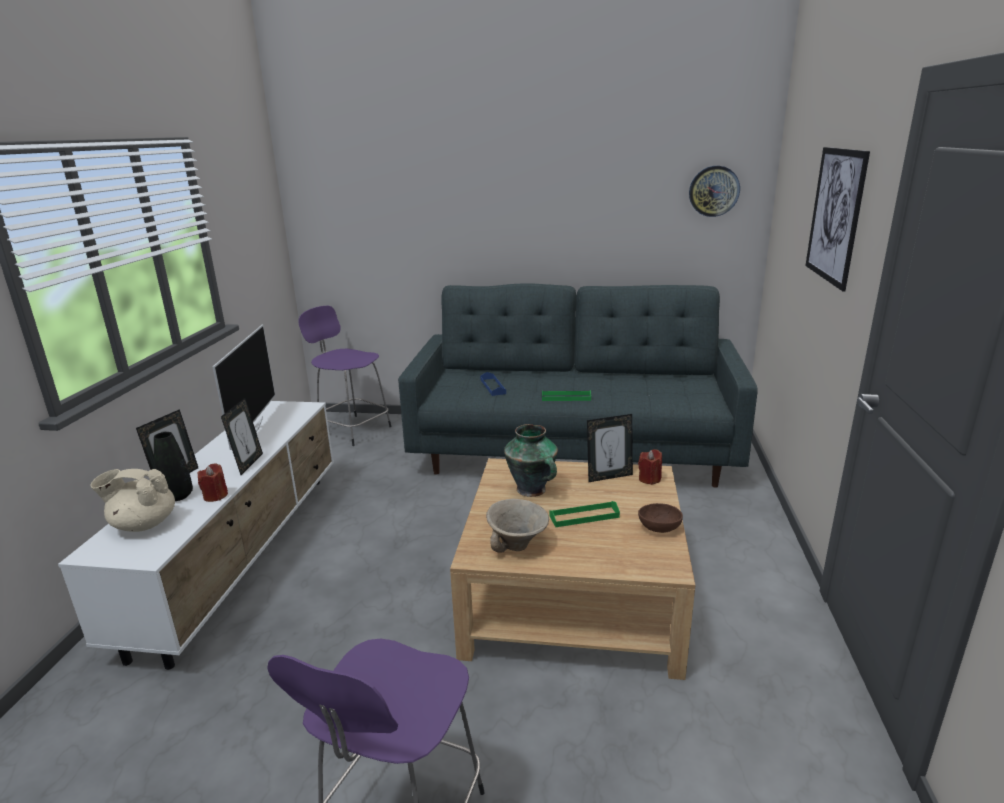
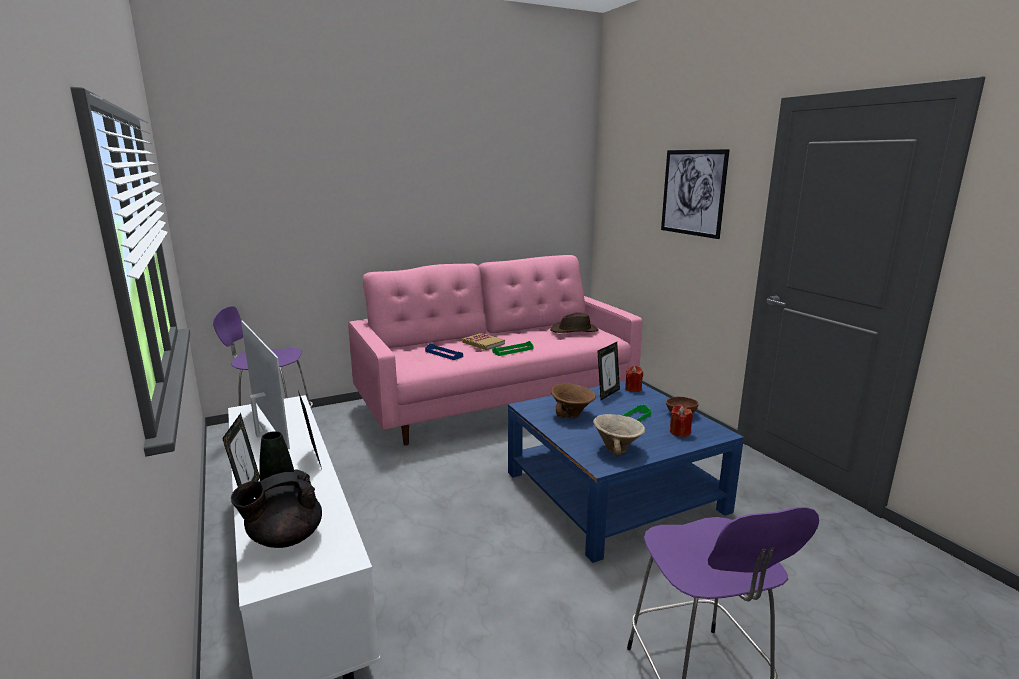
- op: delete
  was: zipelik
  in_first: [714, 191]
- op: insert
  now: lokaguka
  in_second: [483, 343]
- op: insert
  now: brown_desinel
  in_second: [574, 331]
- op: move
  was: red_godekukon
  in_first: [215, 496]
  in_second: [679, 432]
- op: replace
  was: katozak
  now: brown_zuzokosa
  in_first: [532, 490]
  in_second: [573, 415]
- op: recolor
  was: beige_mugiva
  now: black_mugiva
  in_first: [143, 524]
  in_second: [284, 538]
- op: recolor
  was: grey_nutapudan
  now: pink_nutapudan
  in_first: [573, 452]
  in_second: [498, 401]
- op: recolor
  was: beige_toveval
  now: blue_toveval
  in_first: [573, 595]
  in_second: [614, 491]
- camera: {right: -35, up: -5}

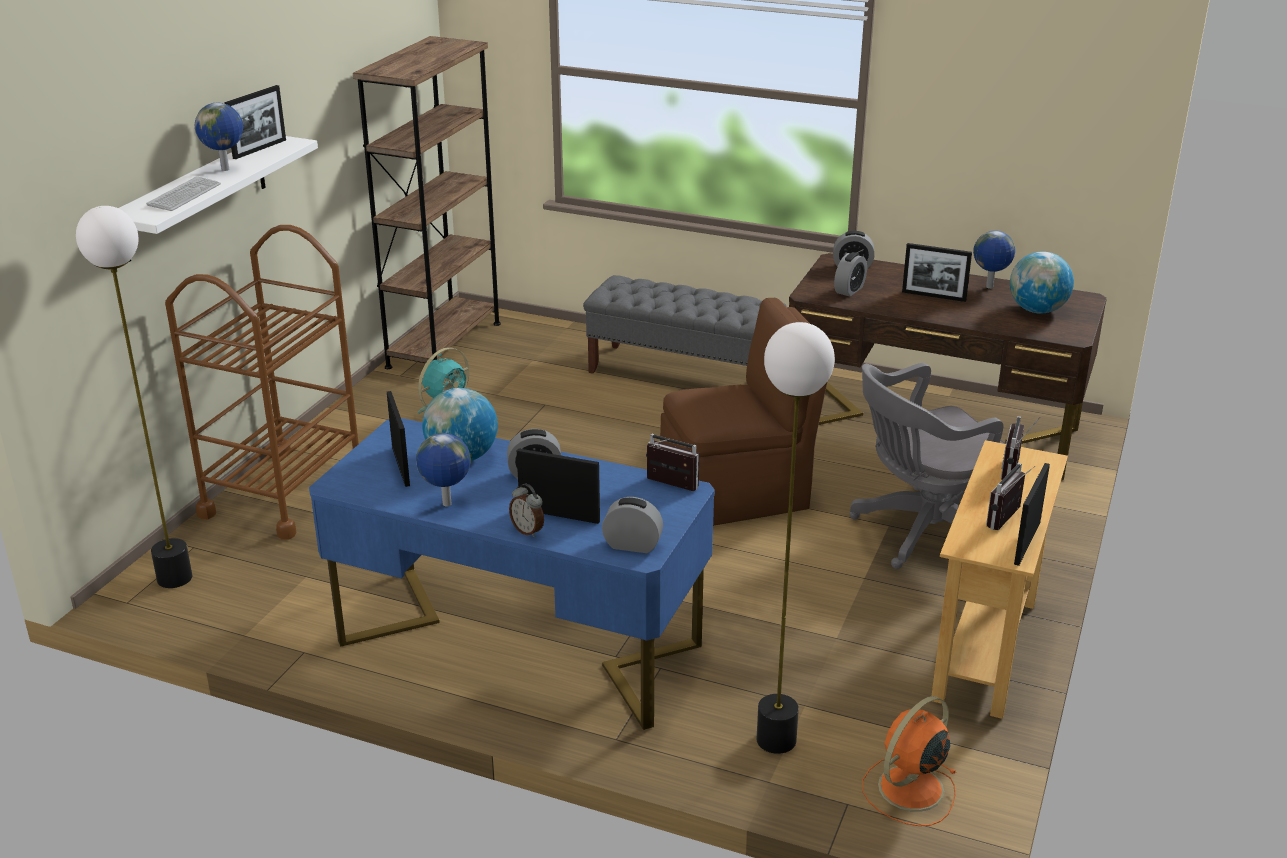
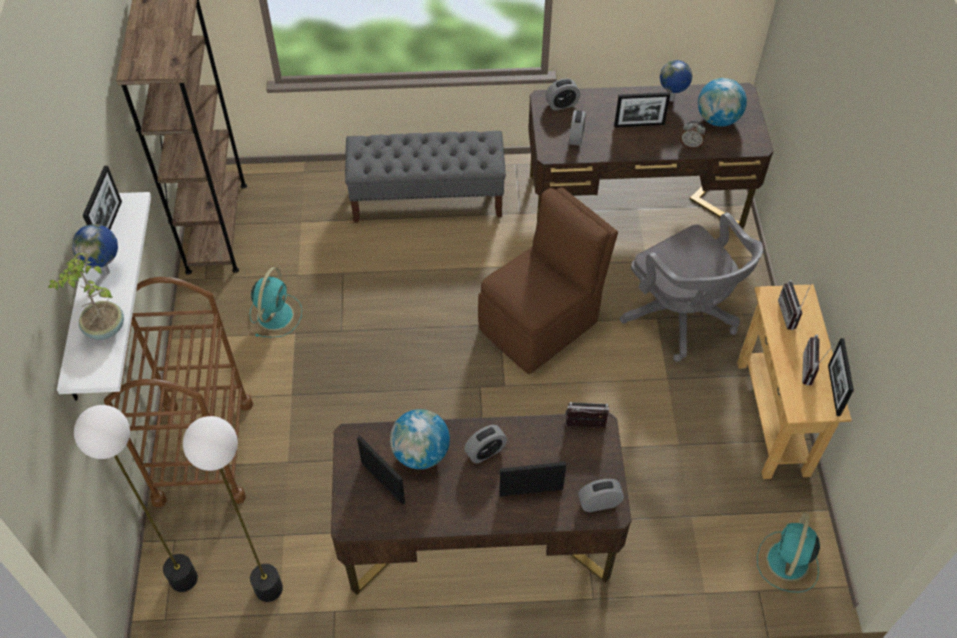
- op: delete
  was: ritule
  in_first: [446, 504]
- op: move
  was: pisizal
  in_first: [528, 531]
  in_second: [690, 145]
- op: move
  was: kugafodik
  in_first: [776, 740]
  in_second: [269, 588]
- op: replace
  was: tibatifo
  now: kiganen
  in_first: [184, 195]
  in_second: [104, 329]
- op: recolor
  was: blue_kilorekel
  now: brown_kilorekel
  in_first: [519, 643]
  in_second: [478, 537]
- op: recolor
  was: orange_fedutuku
  now: turquoise_fedutuku
  in_first: [909, 790]
  in_second: [787, 562]
- op: rotate
  was: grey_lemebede
  in_first: [923, 533]
  in_second: [682, 317]
  clockwise: -75
- camera: {right: -25, up: 25}

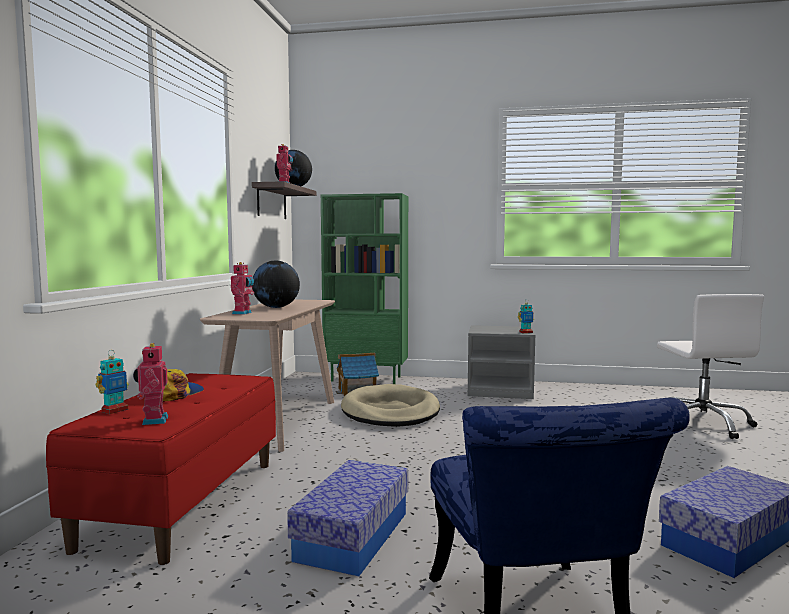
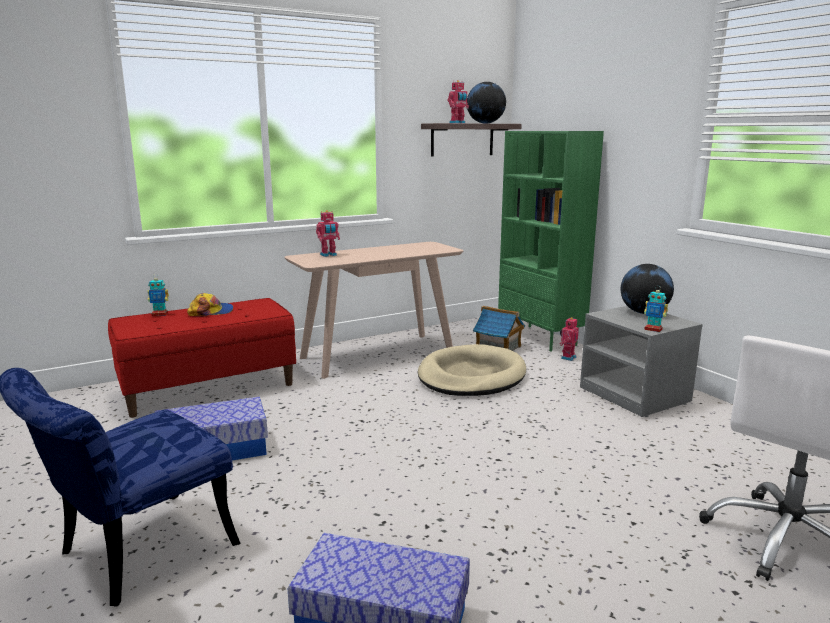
- op: move
  was: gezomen
  in_first: [153, 420]
  in_second: [567, 357]
- op: move
  was: ritule
  in_first: [276, 307]
  in_second: [644, 313]
- camera: {right: 50, up: 10}

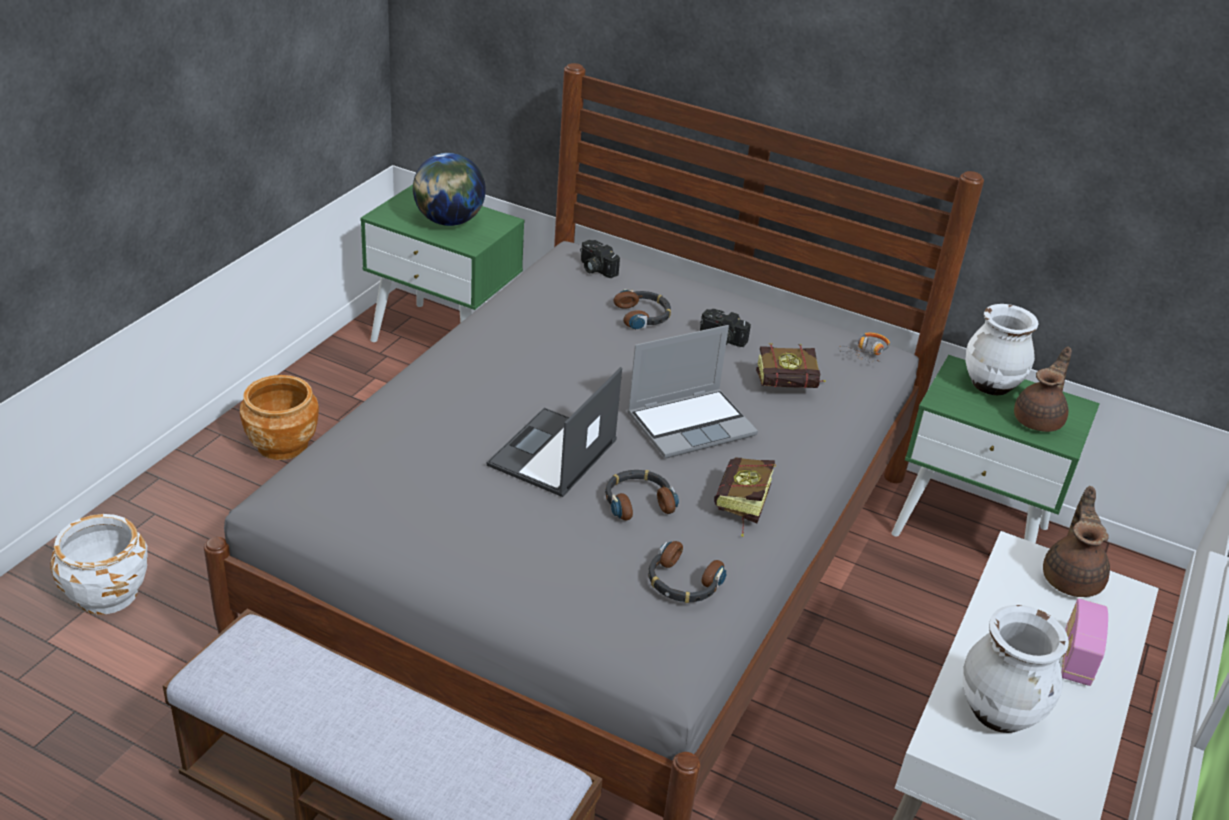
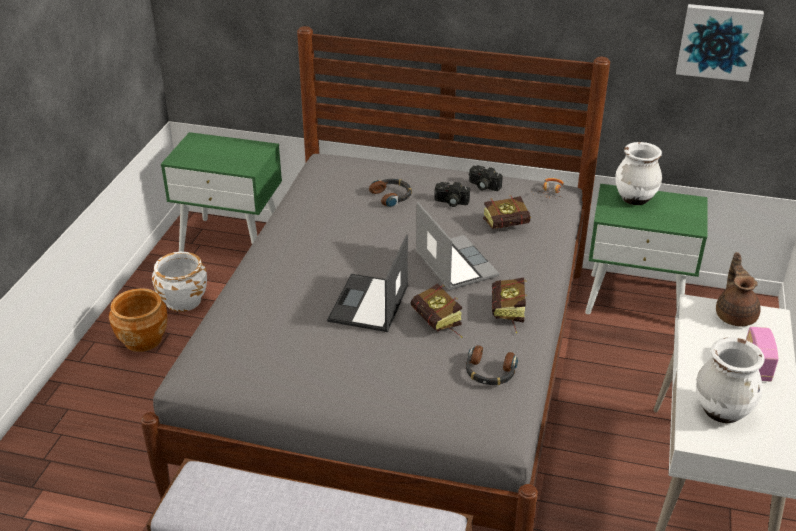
- op: delete
  was: ritule
  in_first: [448, 221]
- op: delete
  was: brown_mugiva
  in_first: [1039, 420]
- op: insert
  now: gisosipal
  in_second: [718, 41]
- op: move
  was: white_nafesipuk
  in_first: [107, 594]
  in_second: [183, 301]
- op: move
  was: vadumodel
  in_first: [595, 269]
  in_second: [483, 186]
- op: replace
  was: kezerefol
  now: lokaguka
  in_first: [638, 501]
  in_second: [439, 324]
- op: rotate
  was: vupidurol
  in_first: [691, 424]
  in_second: [454, 264]
  clockwise: -75
- camera: {right: -10, up: 0}

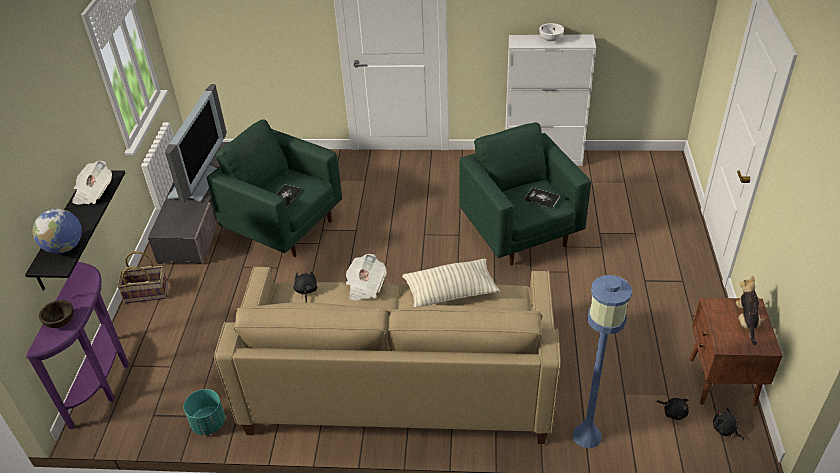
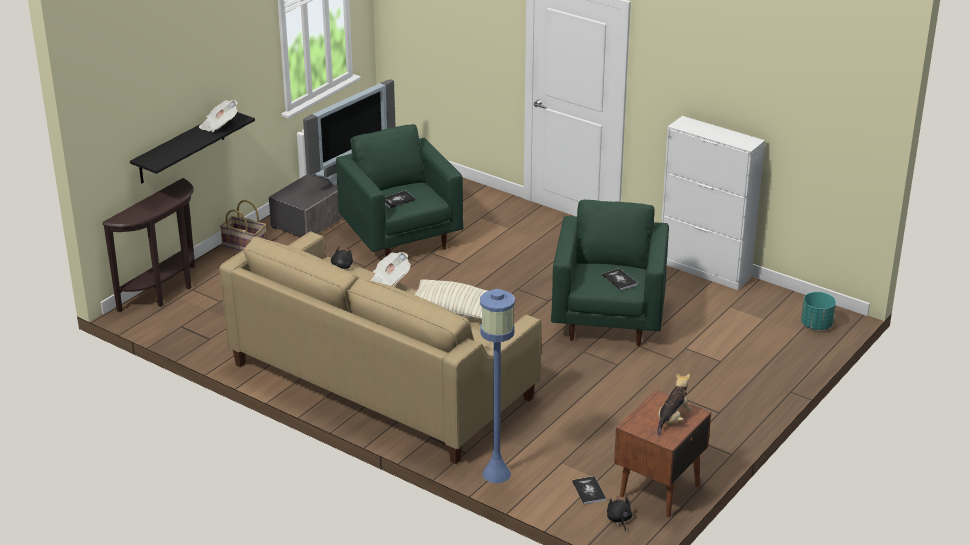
- op: delete
  was: ritule
  in_first: [64, 247]
- op: delete
  was: brown_zuzokosa
  in_first: [60, 322]
- op: delete
  was: white_zuzokosa
  in_first: [551, 39]
- op: move
  was: turquoise_nafesipuk
  in_first: [208, 423]
  in_second: [816, 325]
- op: replace
  was: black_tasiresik
  now: lokaguka
  in_first: [673, 412]
  in_second: [589, 491]
- op: recolor
  was: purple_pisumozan
  now: brown_pisumozan
  in_first: [105, 381]
  in_second: [165, 291]
- camera: {right: 30, up: -10}

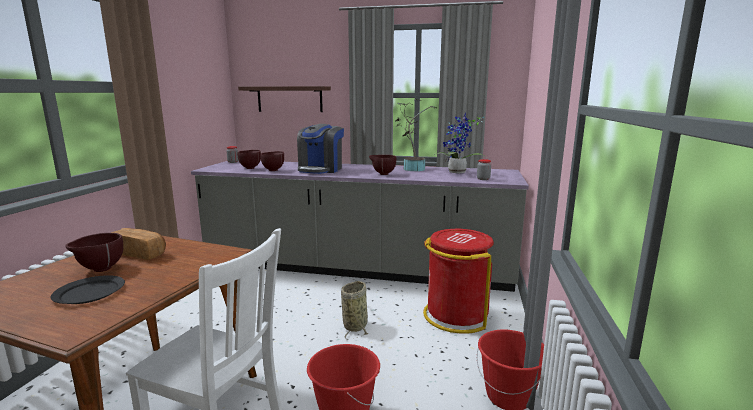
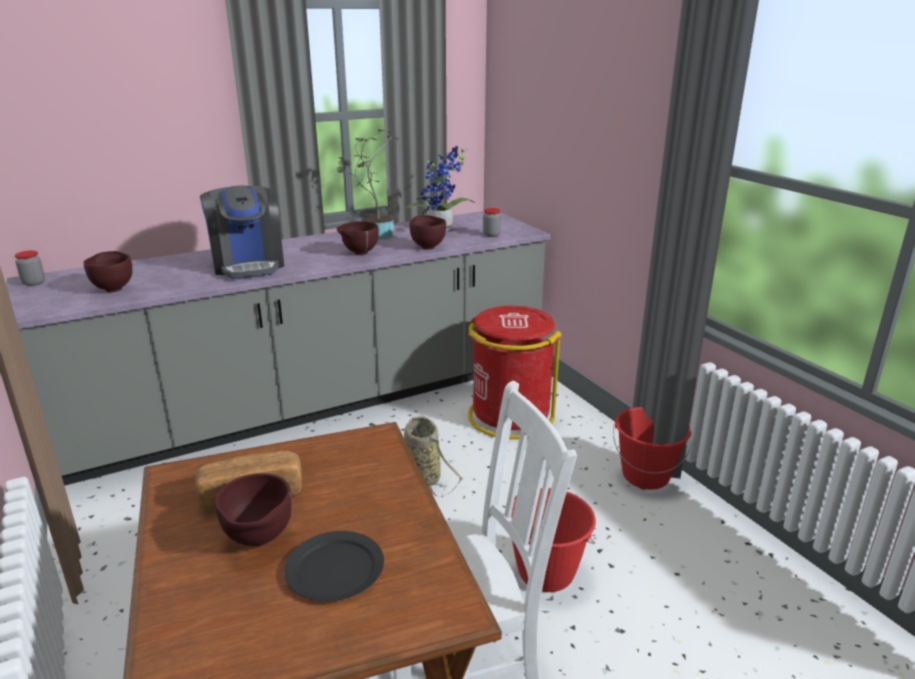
- op: delete
  was: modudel
  in_first: [289, 99]
- op: move
  was: brown_zuzokosa
  in_first: [274, 170]
  in_second: [427, 247]
- camera: {right: -40, up: 10}

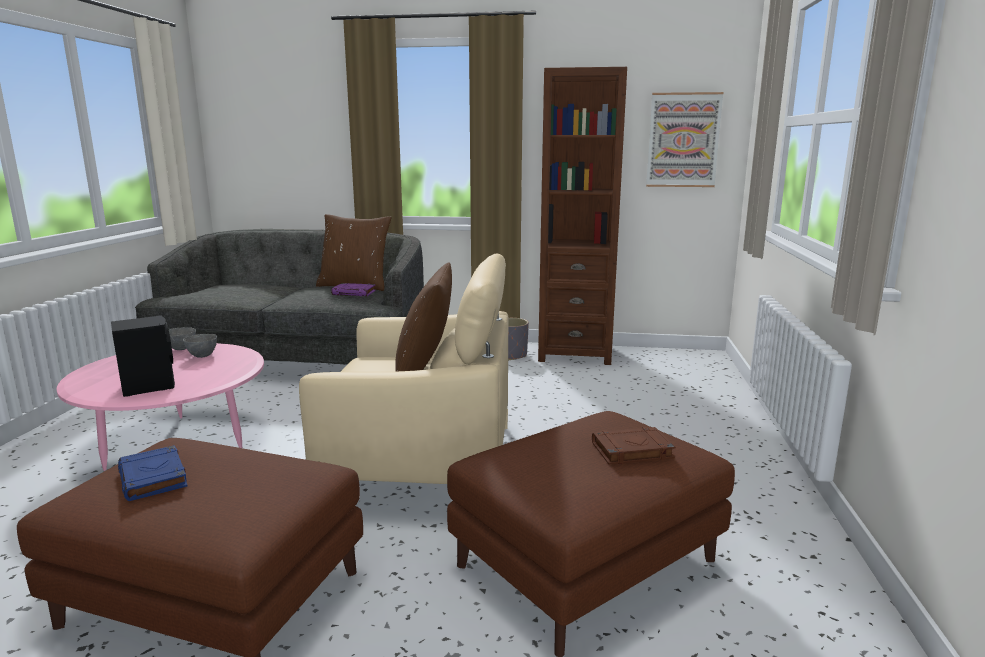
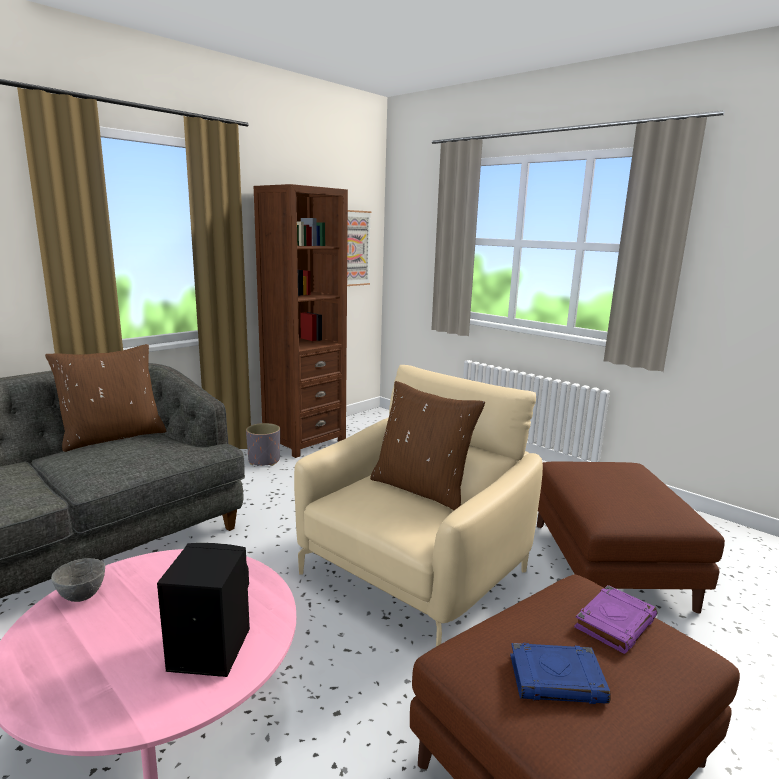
- op: delete
  was: grey_zuzokosa
  in_first: [202, 356]
- op: delete
  was: brown_lokaguka
  in_first: [631, 451]
- op: move
  was: purple_lokaguka
  in_first: [354, 293]
  in_second: [615, 622]
- camera: {right: -55, up: 0}

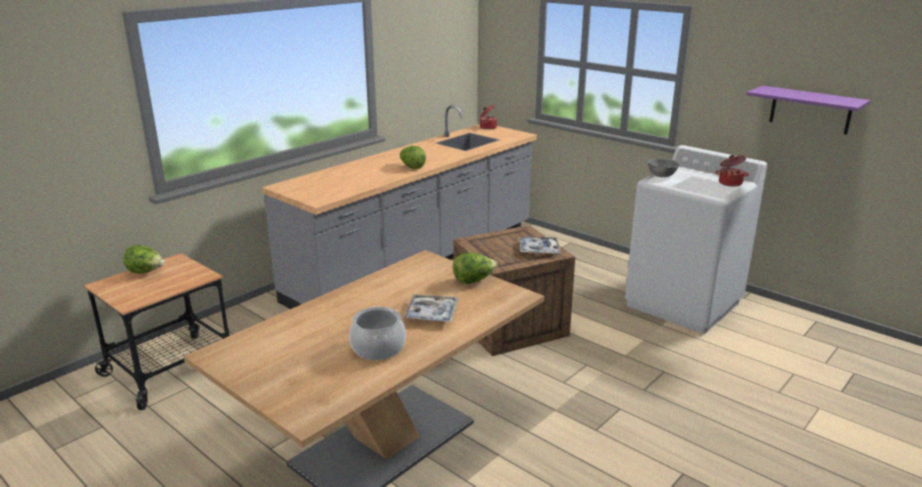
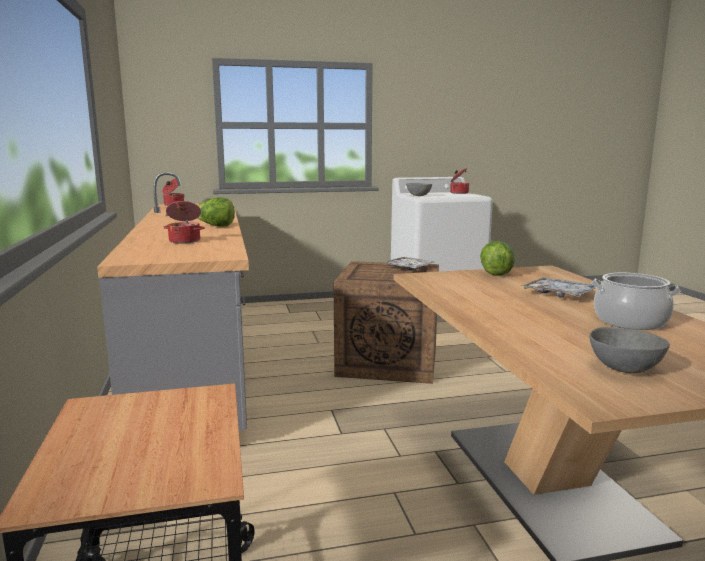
- op: delete
  was: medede
  in_first: [146, 272]
- op: delete
  was: purple_modudel
  in_first: [810, 110]
- op: insert
  now: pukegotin
  in_second: [185, 241]
- op: insert
  now: grey_zuzokosa
  in_second: [624, 369]
- camera: {right: -55, up: -10}

